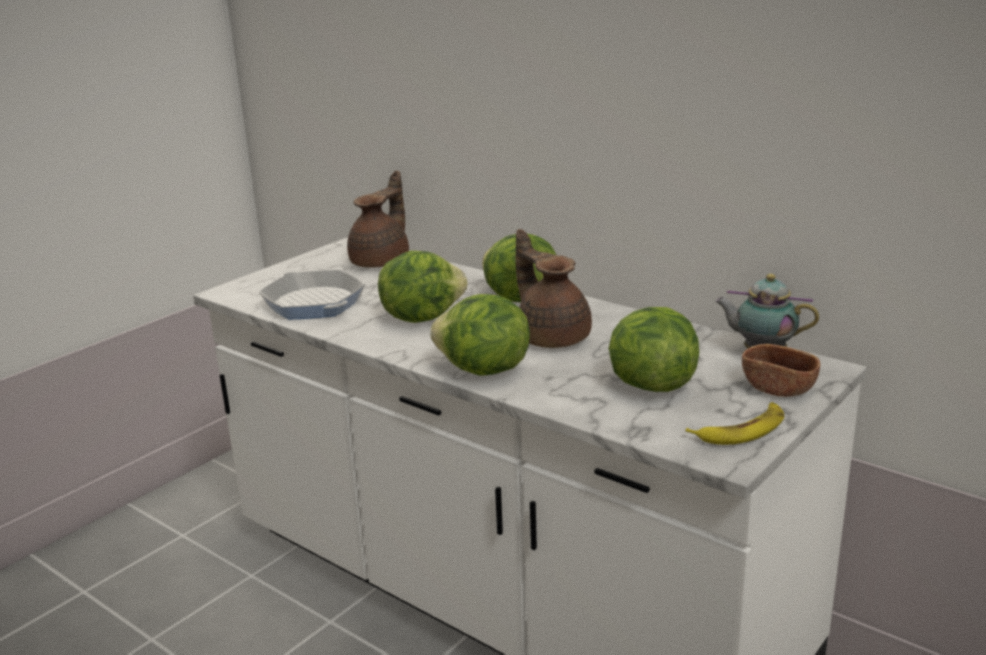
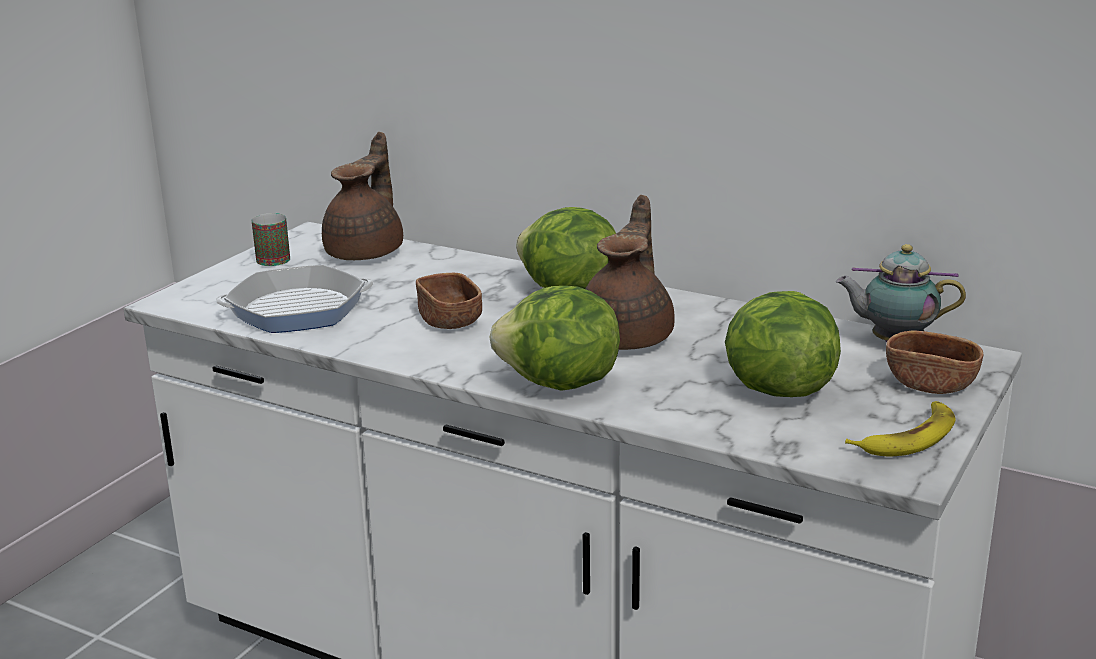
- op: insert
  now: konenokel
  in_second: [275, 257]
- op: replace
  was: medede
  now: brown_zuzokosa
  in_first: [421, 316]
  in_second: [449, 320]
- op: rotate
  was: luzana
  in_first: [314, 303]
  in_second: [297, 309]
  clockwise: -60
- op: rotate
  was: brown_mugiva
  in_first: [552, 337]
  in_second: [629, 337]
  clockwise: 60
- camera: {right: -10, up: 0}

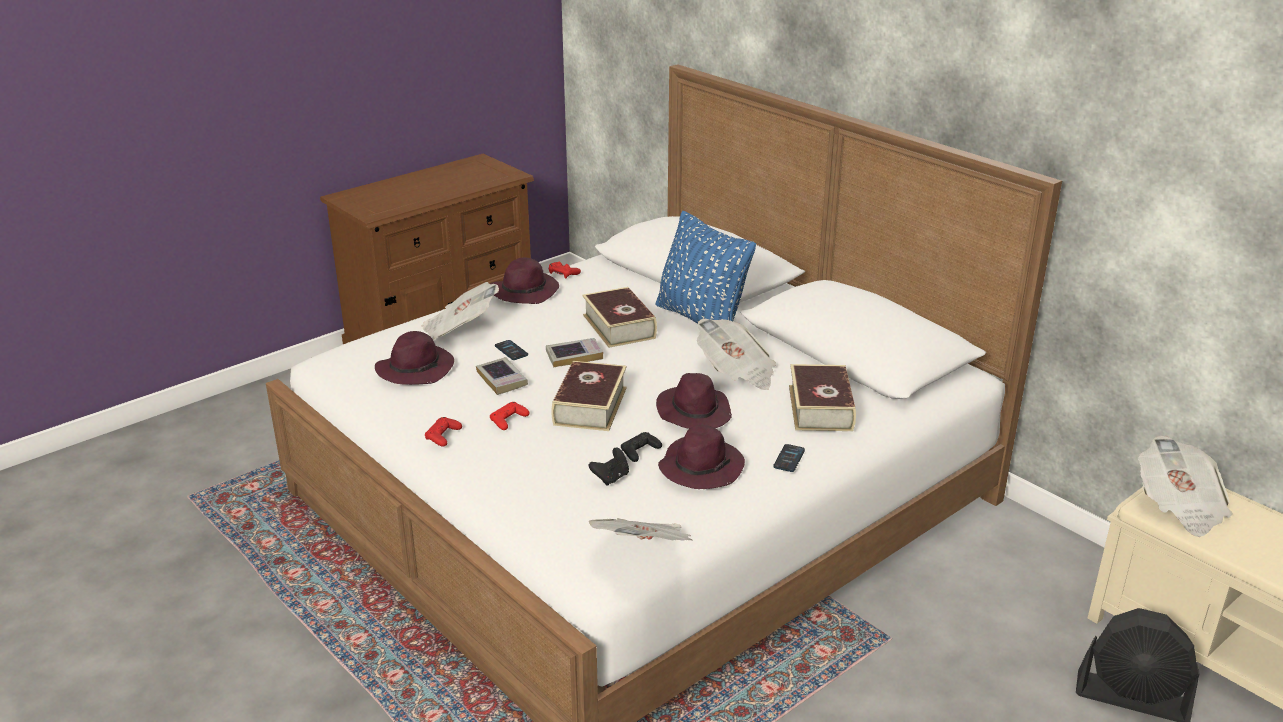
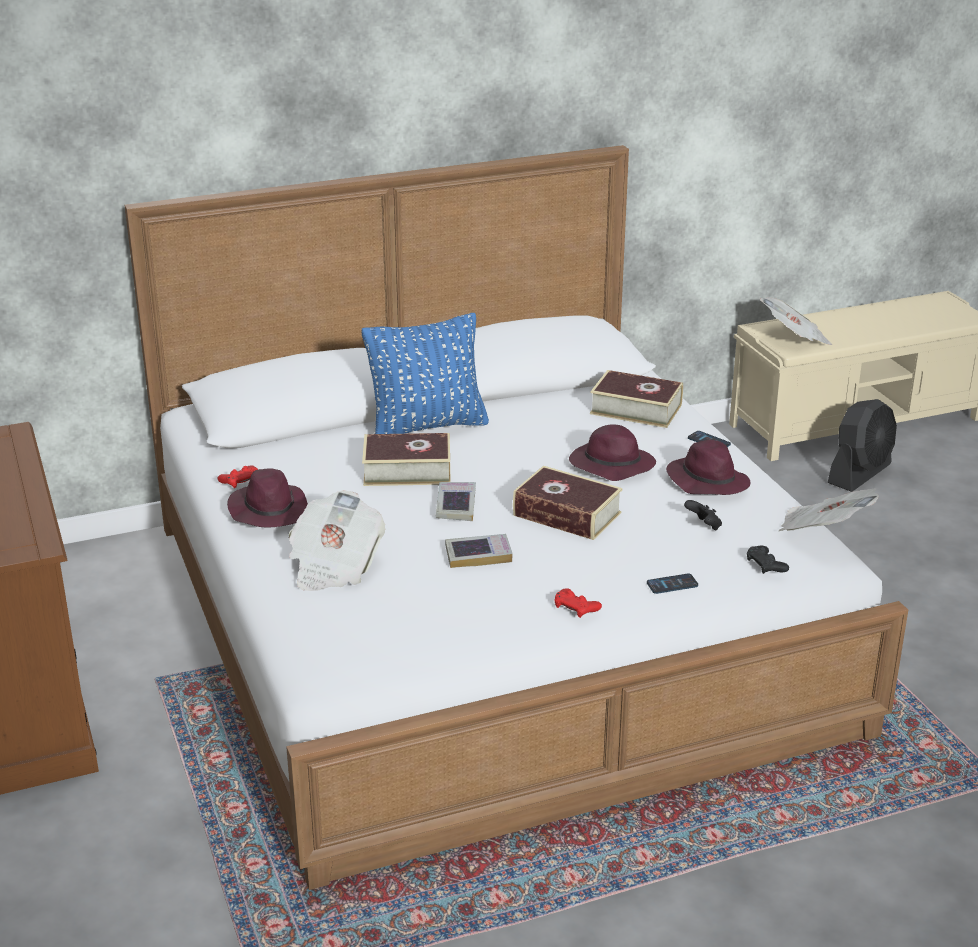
- op: delete
  was: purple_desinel
  in_first: [416, 369]
- op: delete
  was: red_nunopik
  in_first: [508, 420]
- op: delete
  was: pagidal
  in_first: [736, 373]
- op: move
  was: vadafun
  in_first: [511, 351]
  in_second: [672, 584]
- op: move
  was: black_nunopik
  in_first: [640, 451]
  in_second: [766, 565]
- camera: {right: -70, up: 0}

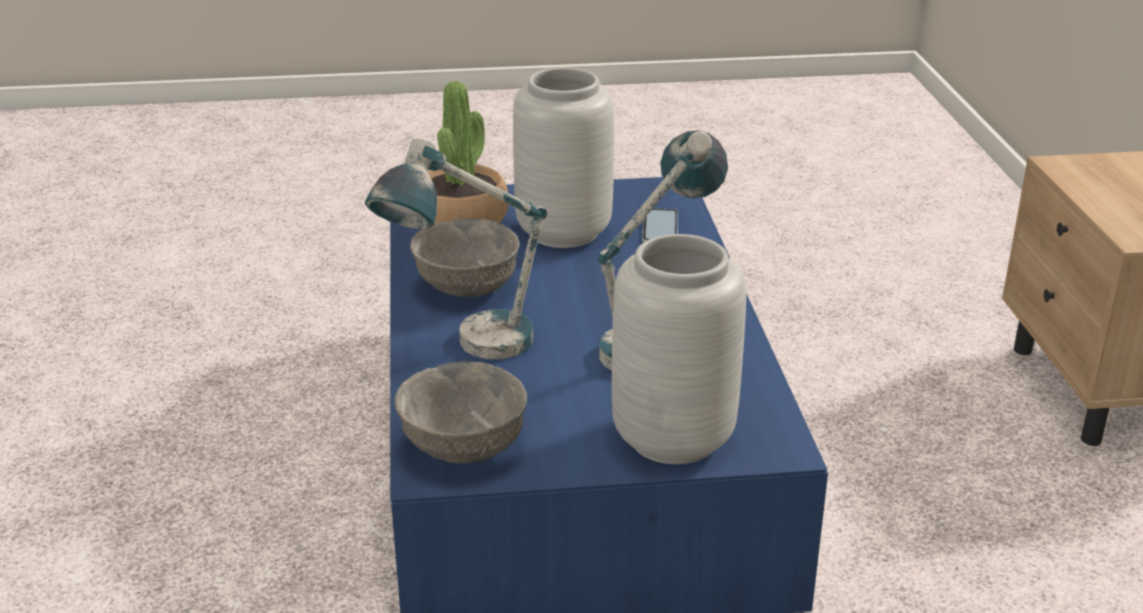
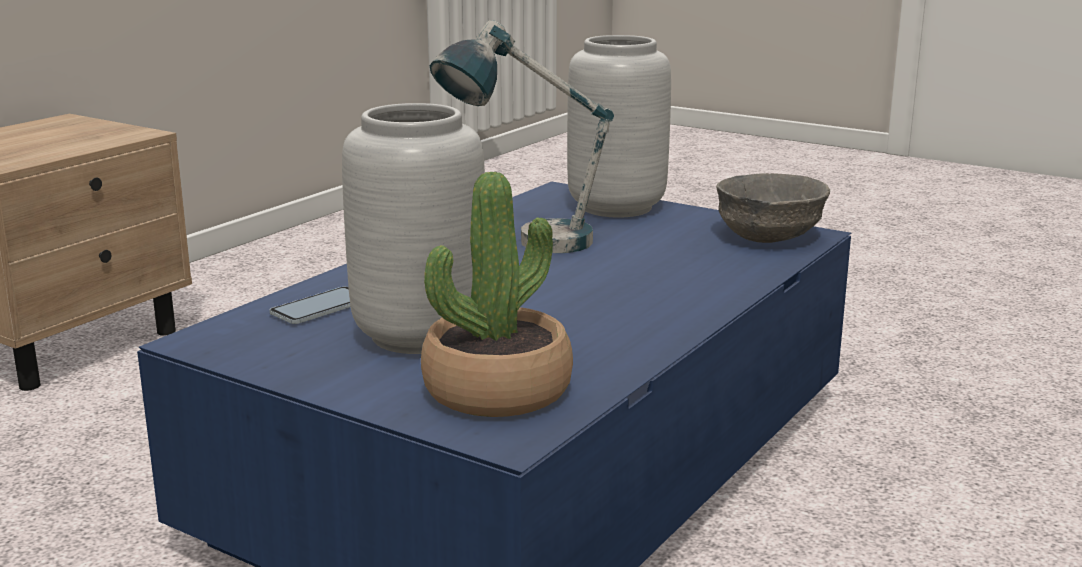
- op: delete
  was: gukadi
  in_first: [466, 349]
- op: delete
  was: grey_zuzokosa
  in_first: [466, 287]
- camera: {right: -140, up: -10}

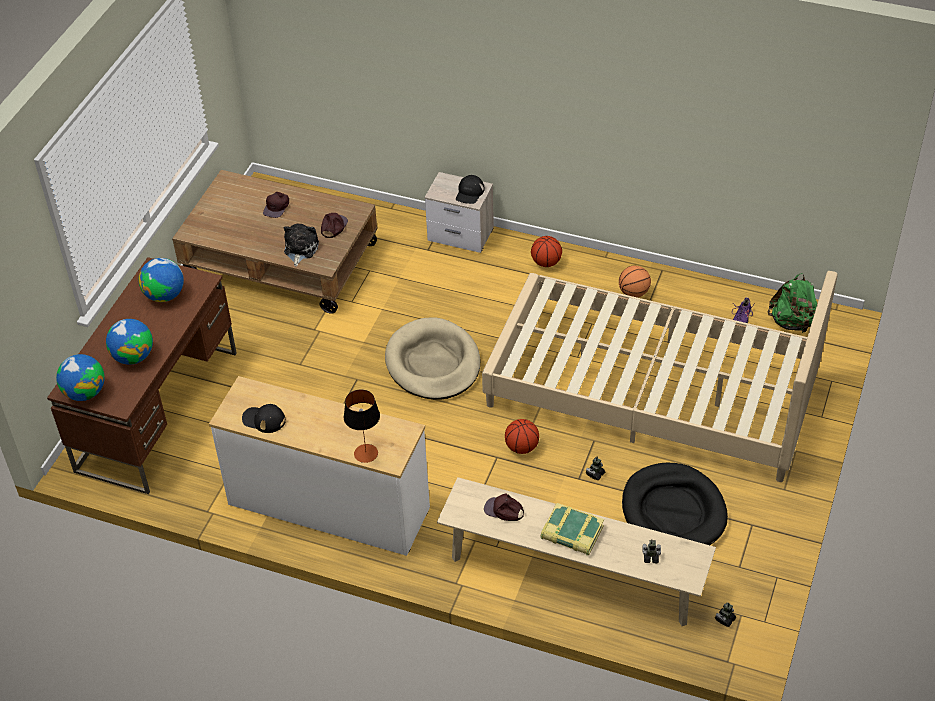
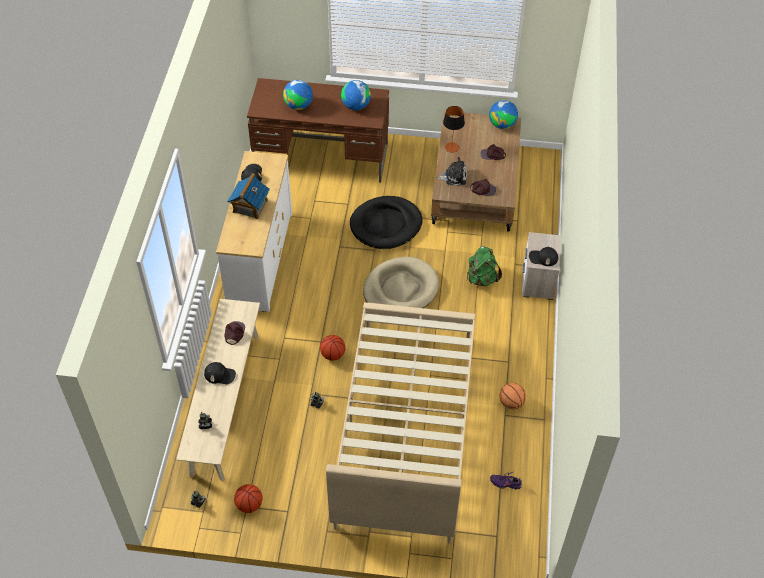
- op: insert
  now: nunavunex
  in_second: [250, 206]
- op: move
  was: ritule
  in_first: [85, 392]
  in_second: [502, 125]
- op: move
  was: gukadi
  in_first: [366, 453]
  in_second: [451, 147]
- op: move
  was: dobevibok
  in_first: [546, 262]
  in_second: [249, 505]
- op: move
  was: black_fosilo
  in_first: [673, 512]
  in_second: [386, 225]
- op: move
  was: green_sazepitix
  in_first: [793, 322]
  in_second: [481, 278]
- op: replace
  was: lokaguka
  now: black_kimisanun
  in_first: [572, 533]
  in_second: [220, 375]
- camera: {right: 75, up: 5}

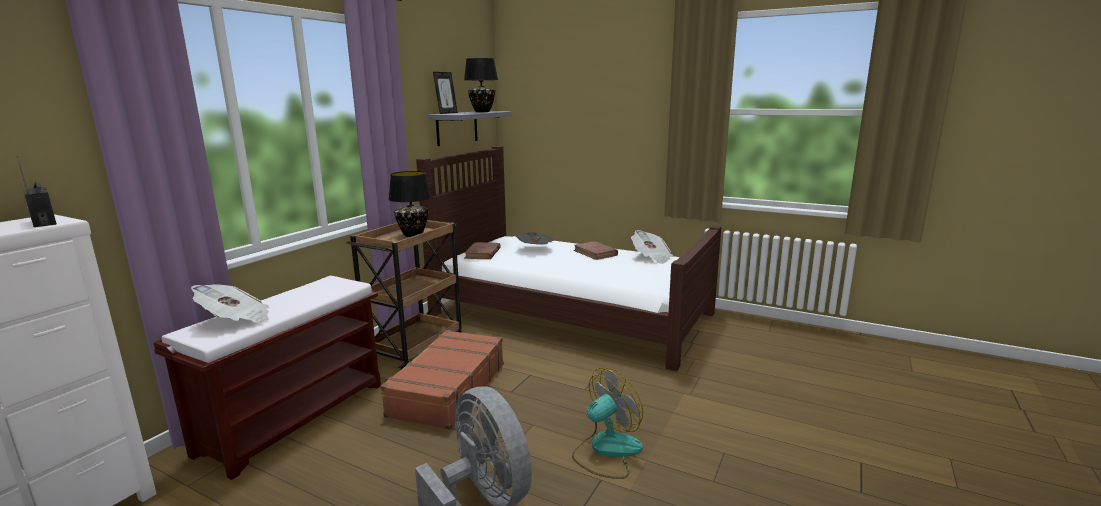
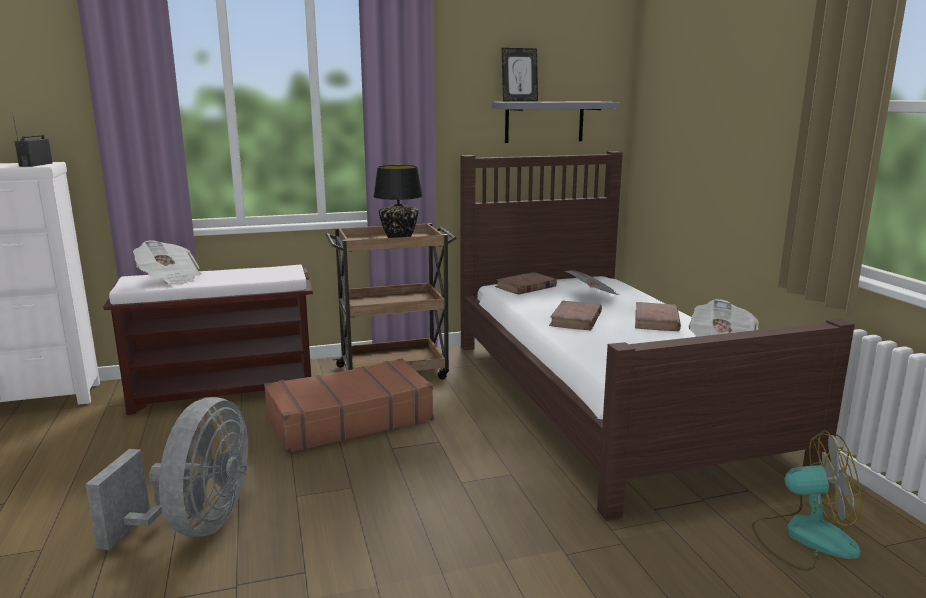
- op: delete
  was: black_gukadi
  in_first: [482, 112]
- op: insert
  now: brown_lokaguka
  in_second: [576, 319]
- op: move
  was: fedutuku
  in_first: [606, 451]
  in_second: [804, 537]
- camera: {right: 45, up: 0}

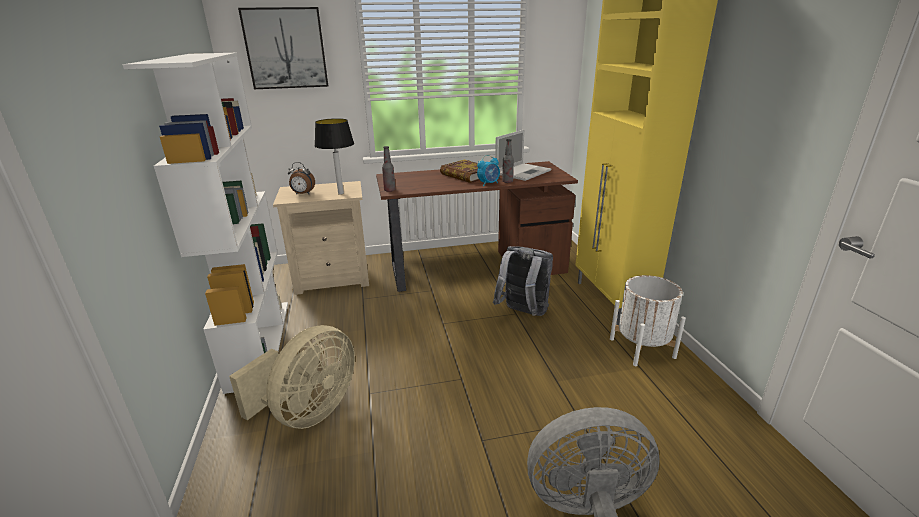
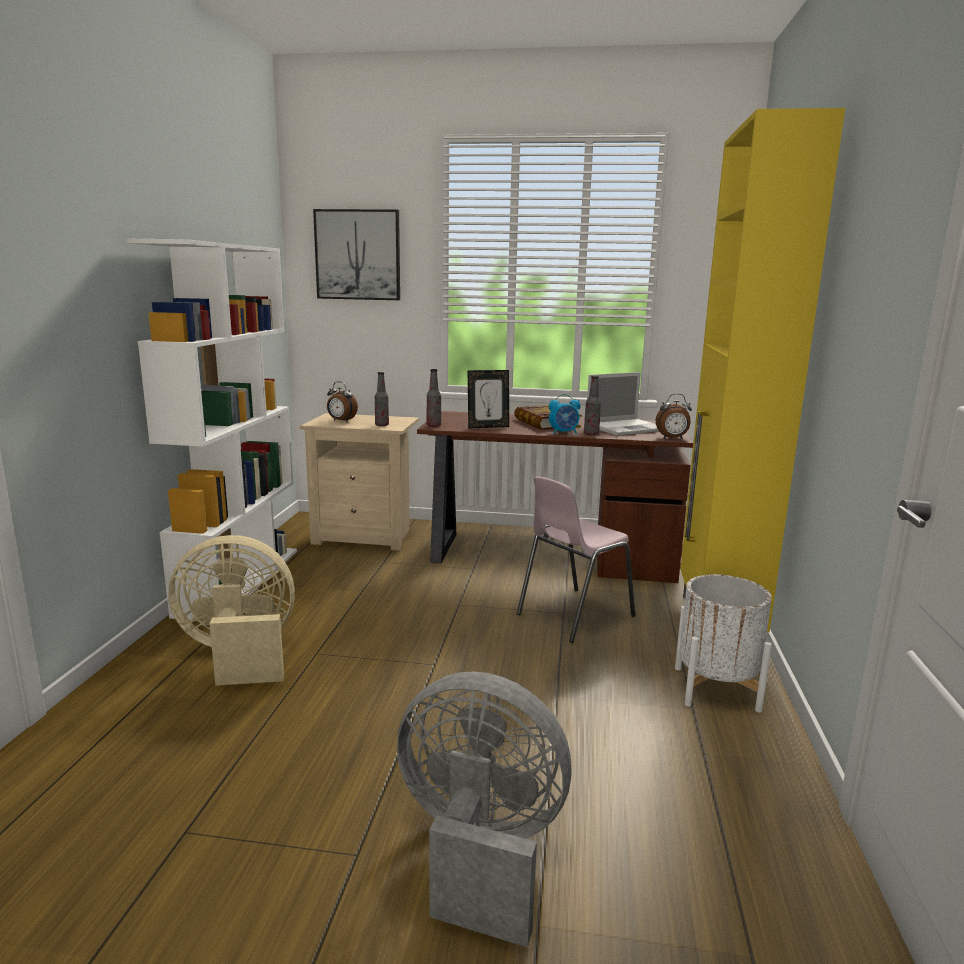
- op: insert
  now: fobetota
  in_second: [488, 427]
- op: insert
  now: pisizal
  in_second: [672, 438]
- op: replace
  was: gukadi
  now: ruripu
  in_first: [340, 193]
  in_second: [382, 425]
- op: replace
  was: grey_sazepitix
  now: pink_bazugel
  in_first: [523, 313]
  in_second: [573, 615]
- op: rotate
  was: beige_fedutuku
  in_first: [309, 412]
  in_second: [239, 655]
  clockwise: -150
- camera: {right: 20, up: -10}

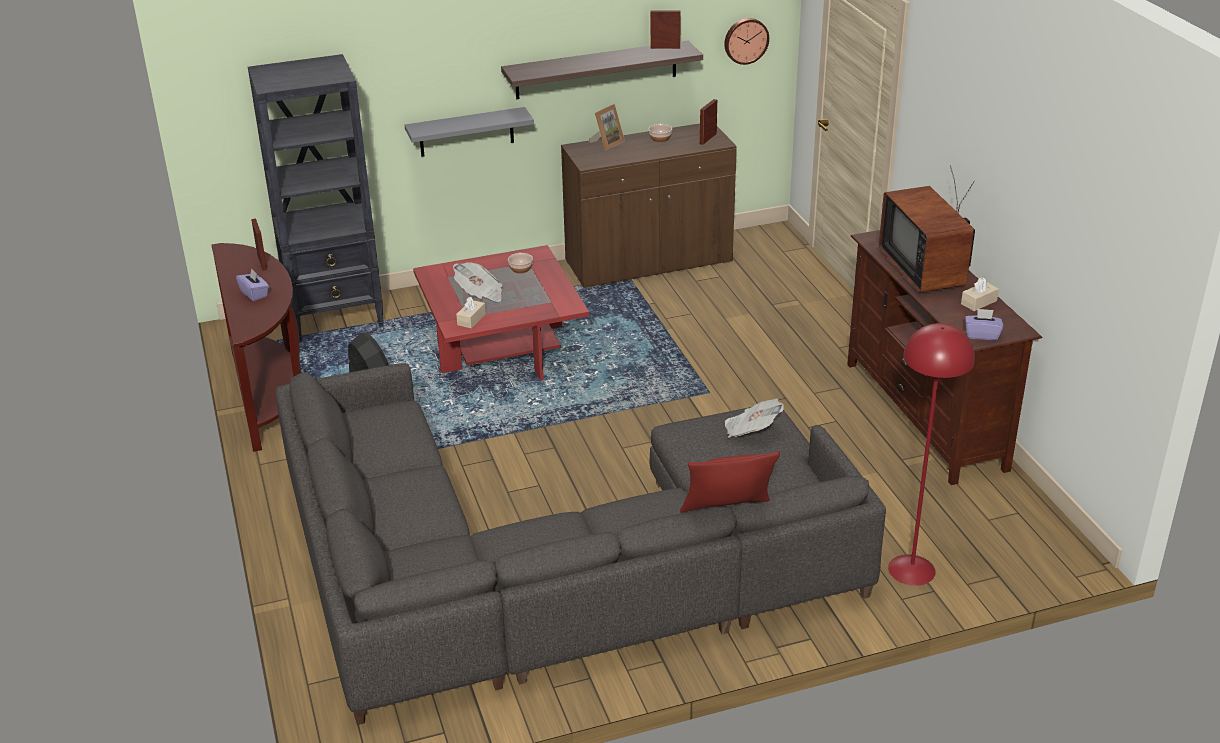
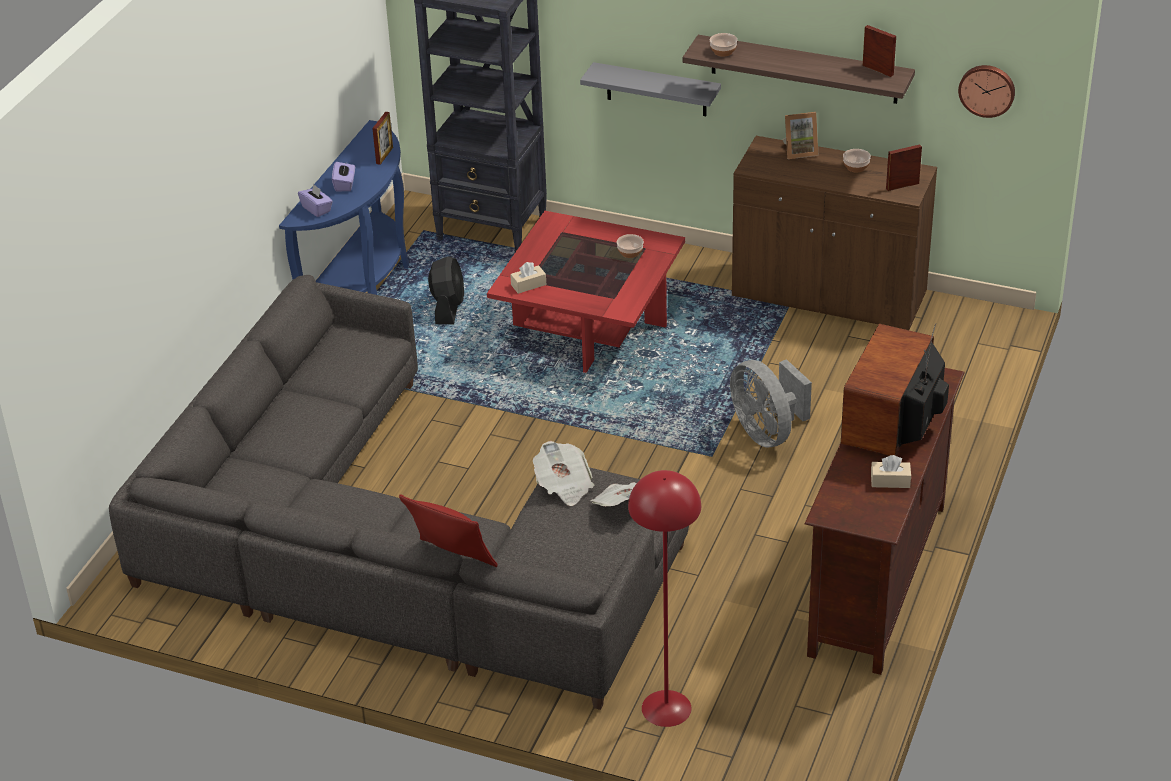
- op: insert
  now: zuzokosa
  in_second: [723, 51]
- op: insert
  now: grey_fedutuku
  in_second: [767, 432]
- op: move
  was: pagidal
  in_first: [480, 294]
  in_second: [564, 486]
- op: move
  was: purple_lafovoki
  in_first: [981, 335]
  in_second: [316, 209]
- op: recolor
  was: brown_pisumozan
  now: blue_pisumozan
  in_first: [269, 395]
  in_second: [363, 282]
- camera: {right: 40, up: 5}

